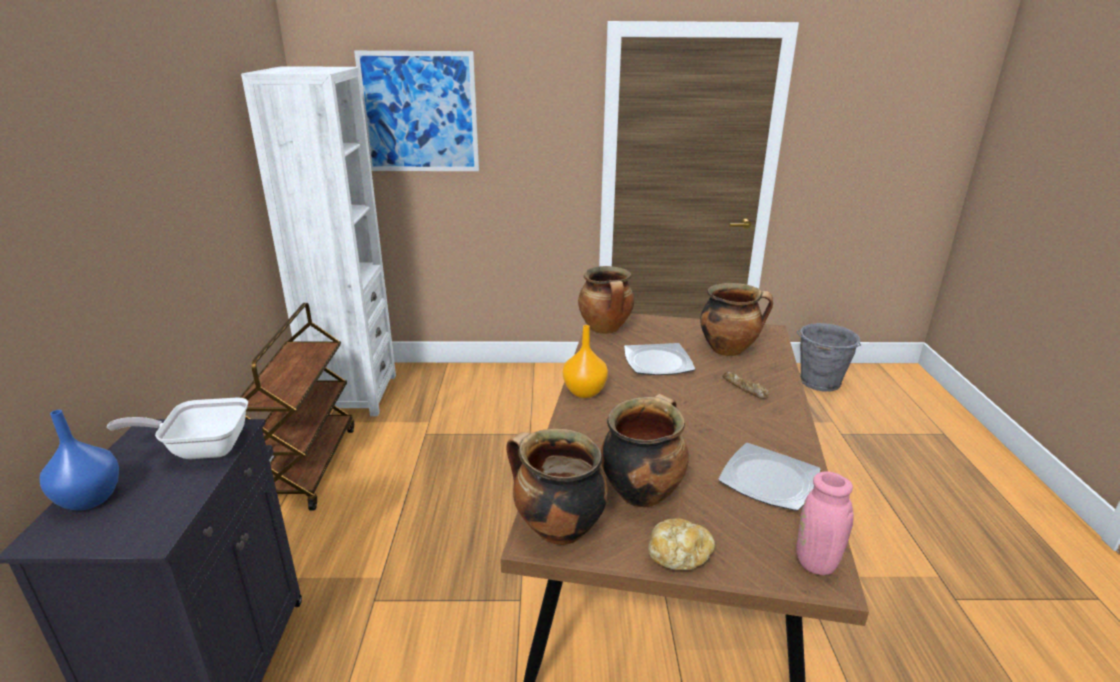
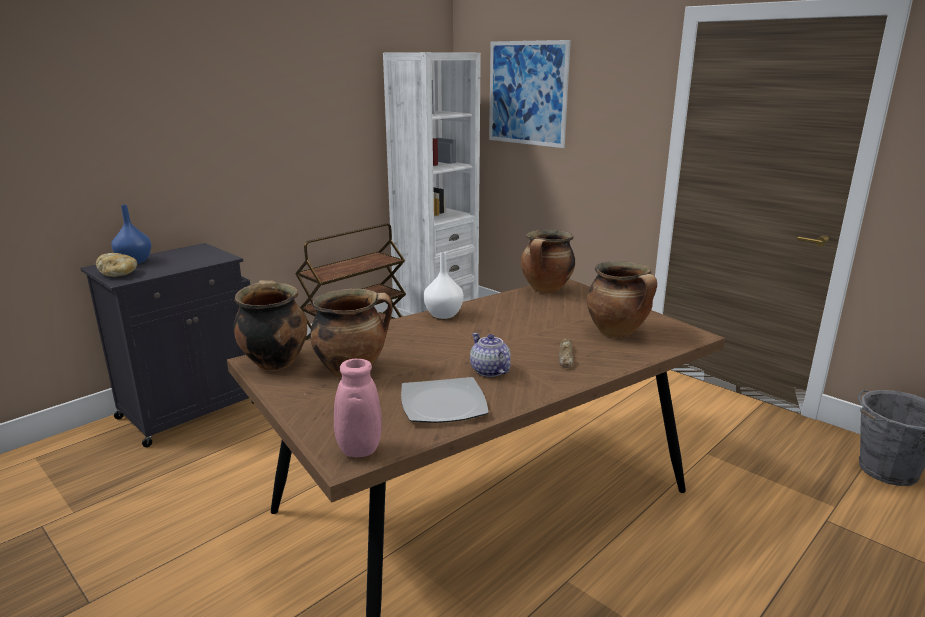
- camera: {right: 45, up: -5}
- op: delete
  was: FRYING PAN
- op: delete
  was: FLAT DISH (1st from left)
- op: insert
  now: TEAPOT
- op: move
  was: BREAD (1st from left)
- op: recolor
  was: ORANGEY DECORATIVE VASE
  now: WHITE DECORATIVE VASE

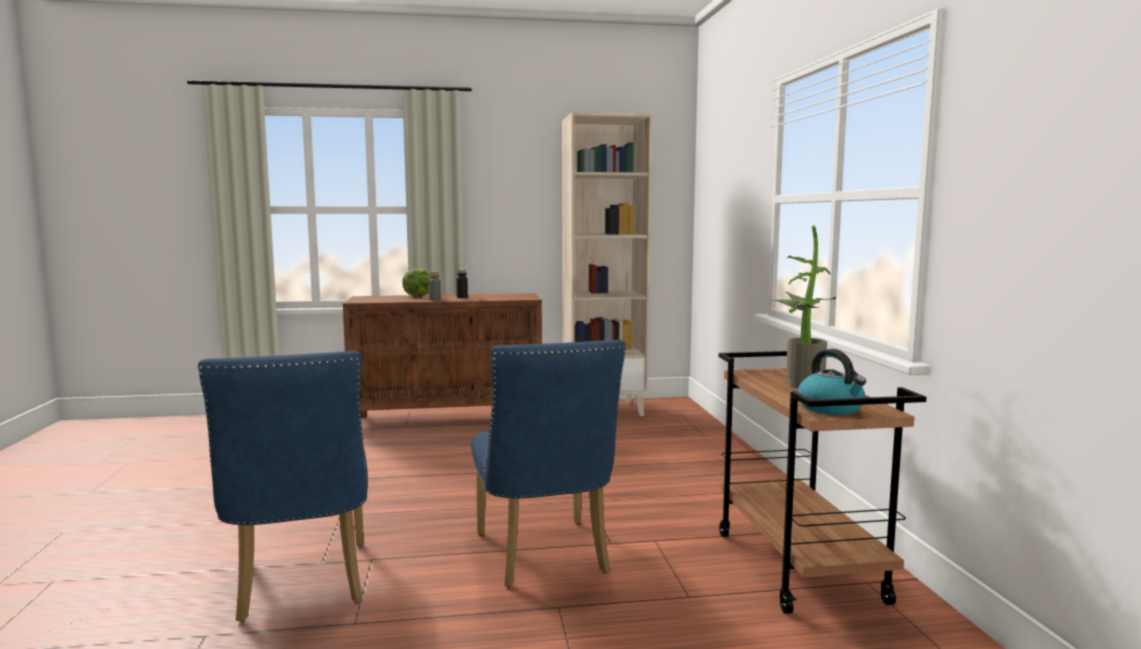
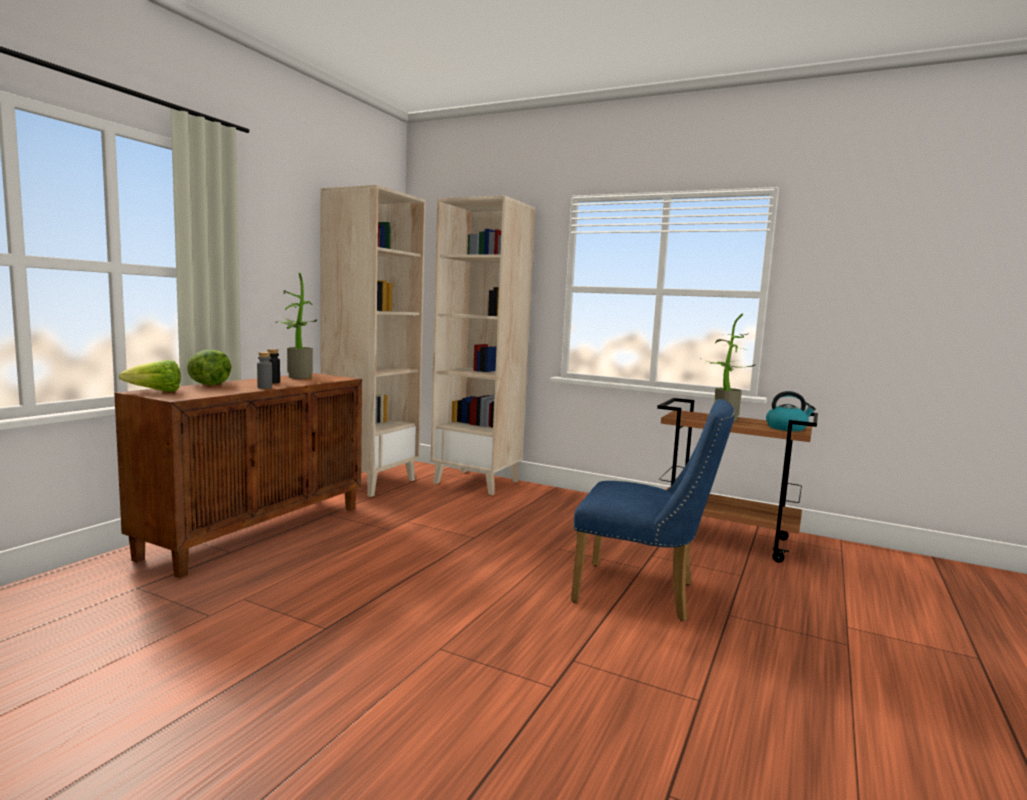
- camera: {right: -55, up: 0}
- op: delete
  was: BLUE-COLOURED PLAIN CHAIR (1st from left)
- op: insert
  now: HEAD OF LETTUCE (1st from left)
- op: insert
  now: HOUSEPLANT (1st from left)
- op: insert
  now: BEIGE-COLOURED BOOKCASE (2nd from left)

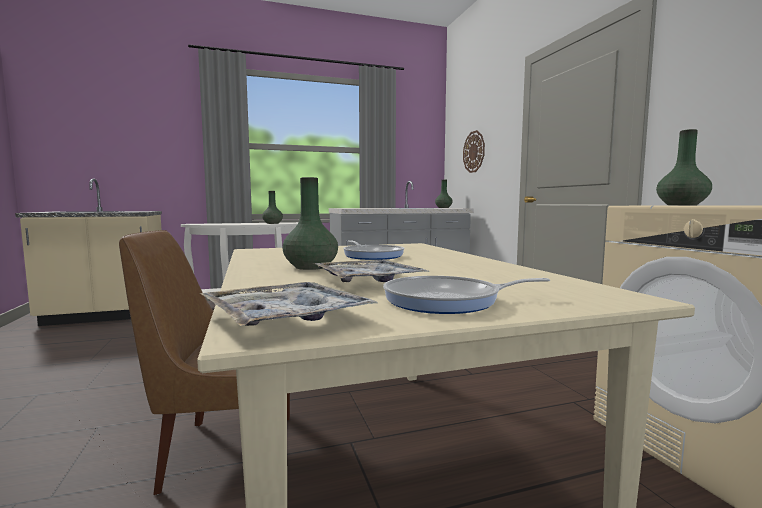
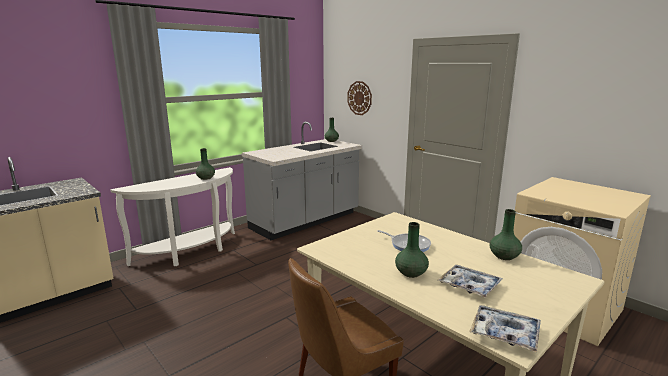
- camera: {right: -25, up: 10}
- op: delete
  was: FRYING PAN (2nd from left)
- op: move
  was: GREEN-COLOURED DECORATIVE VASE (4th from left)

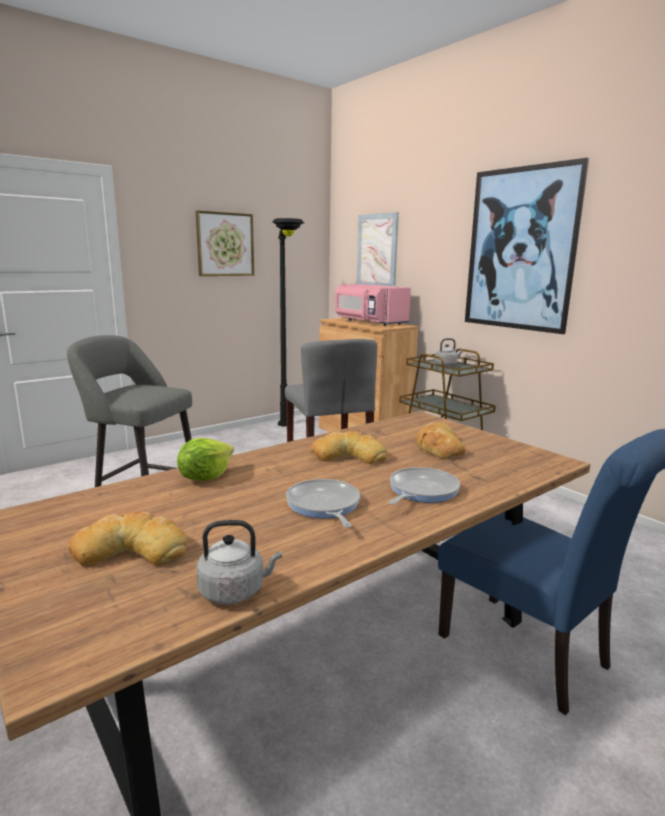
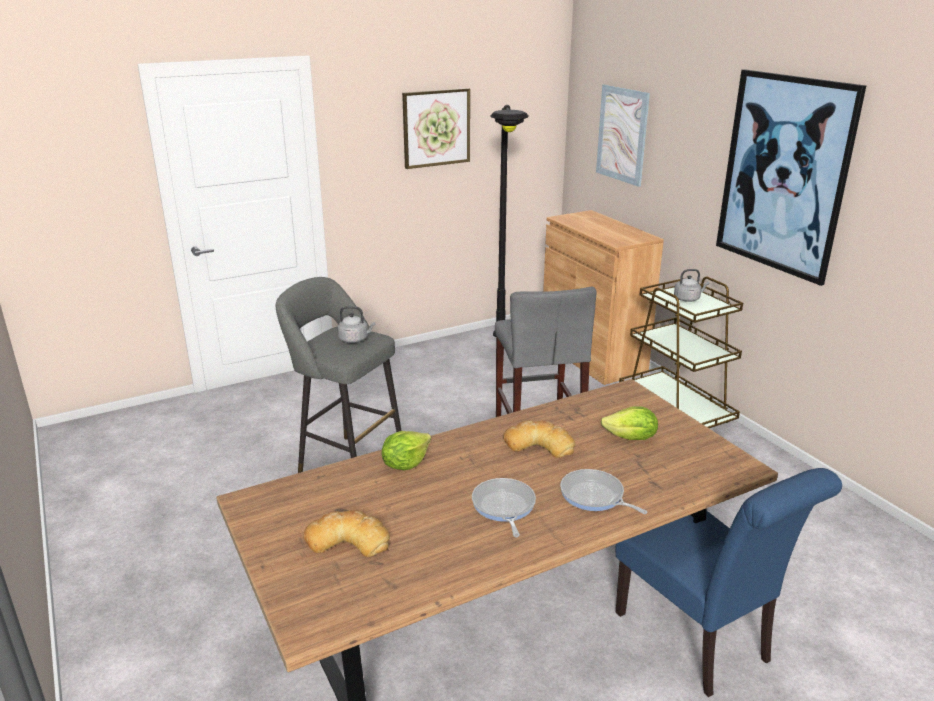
- camera: {right: 10, up: 10}
- op: delete
  was: PINK-COLOURED MICROWAVE
- op: move
  was: GRAY TEA KETTLE (1st from left)
- op: replace
  was: BREAD (3rd from left)
  now: HEAD OF LETTUCE (2nd from left)
- op: rotate
  was: FRYING PAN (2nd from left)
  clockwise: -90

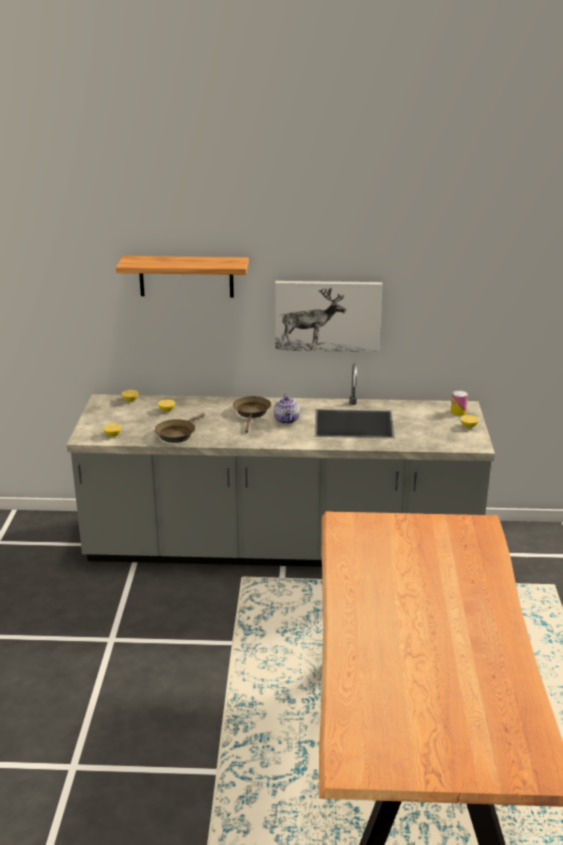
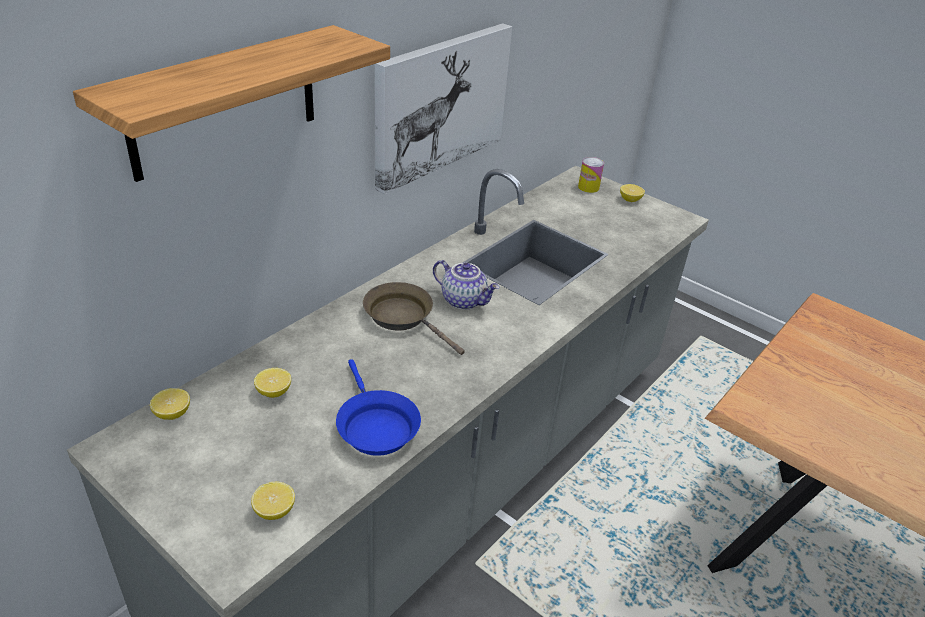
- camera: {right: -55, up: 10}
- op: recolor
  was: BROWNISH FRYING PAN (1st from left)
  now: BLUE-COLOURED FRYING PAN

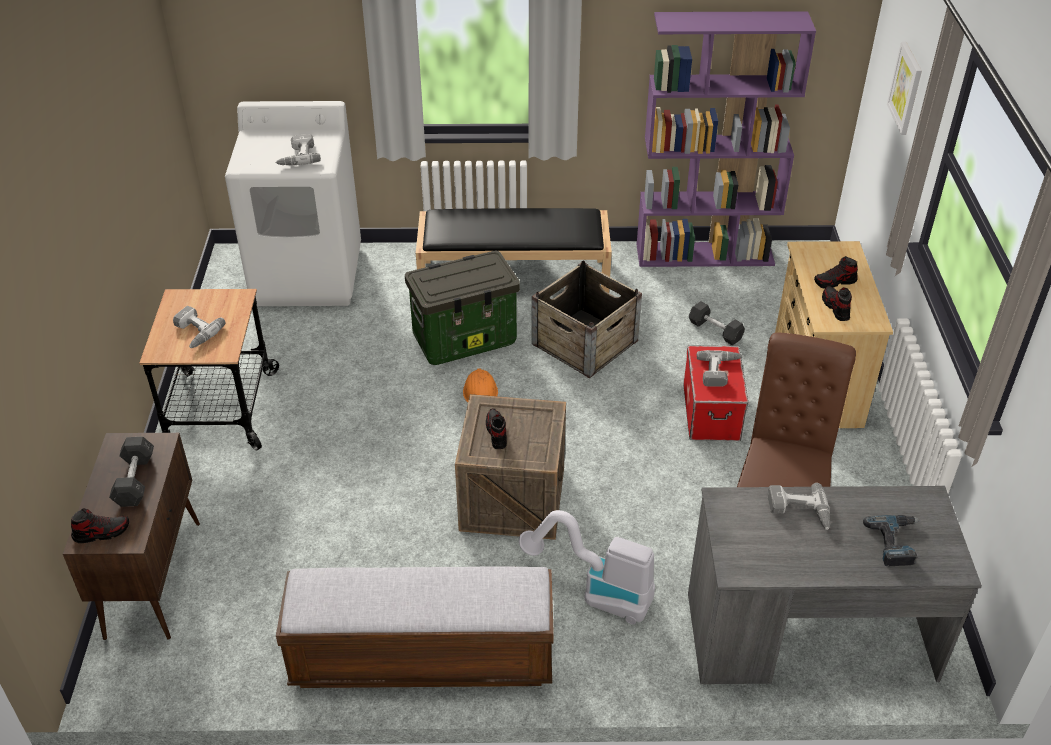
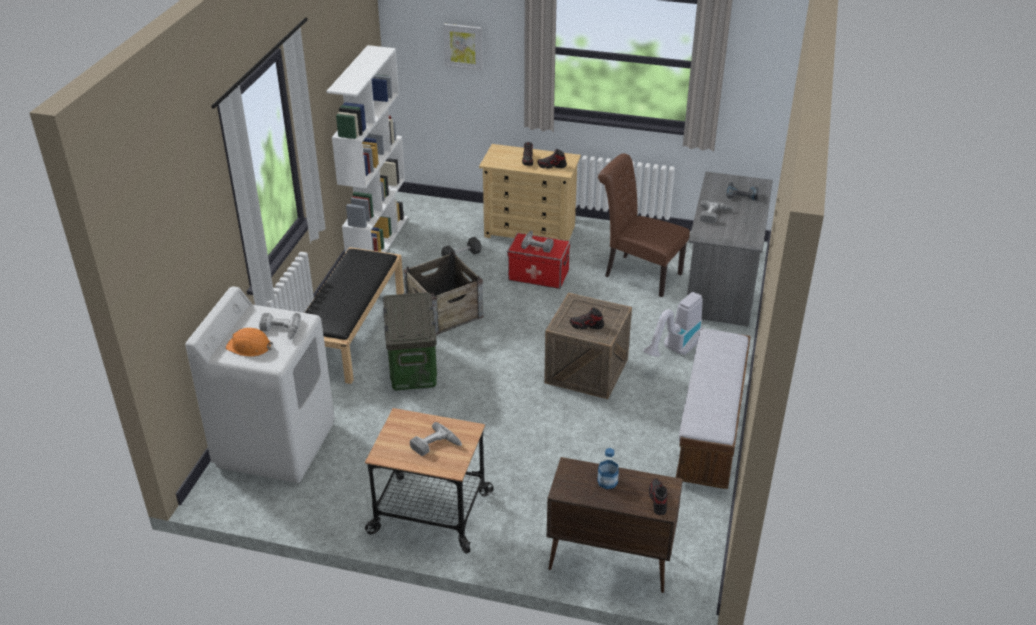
- camera: {right: -75, up: -5}
- op: move
  was: ORANGEY SAFETY HELMET
- op: replace
  was: GRAY FREE WEIGHT (1st from left)
  now: DRINK BOTTLE
- op: recolor
  was: PURPLISH BOOKCASE
  now: WHITE BOOKCASE

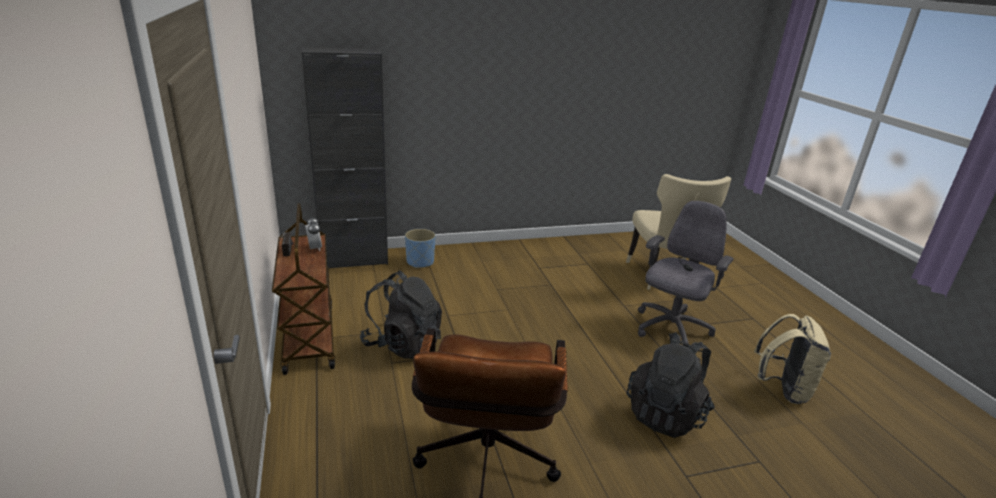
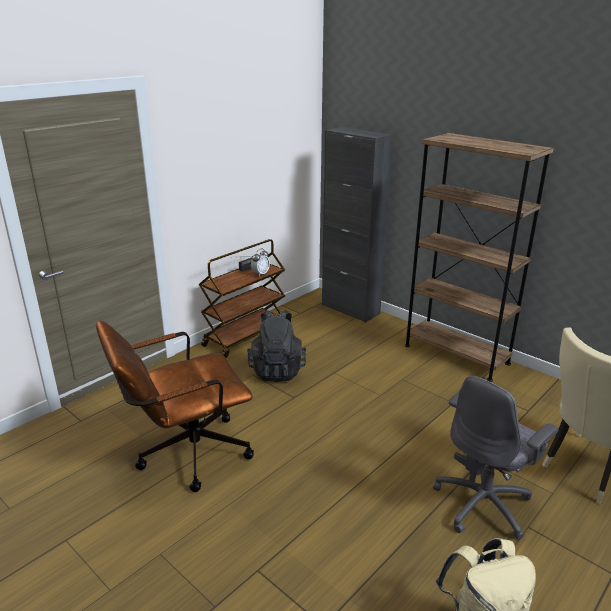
- camera: {right: 60, up: 0}
- op: delete
  was: BLUE-COLOURED PLANTER
- op: delete
  was: BLACK KNAPSACK (2nd from left)
- op: insert
  now: BROWNISH BOOKCASE
- op: rotate
  was: GRAY OFFICE CHAIR
  clockwise: 135

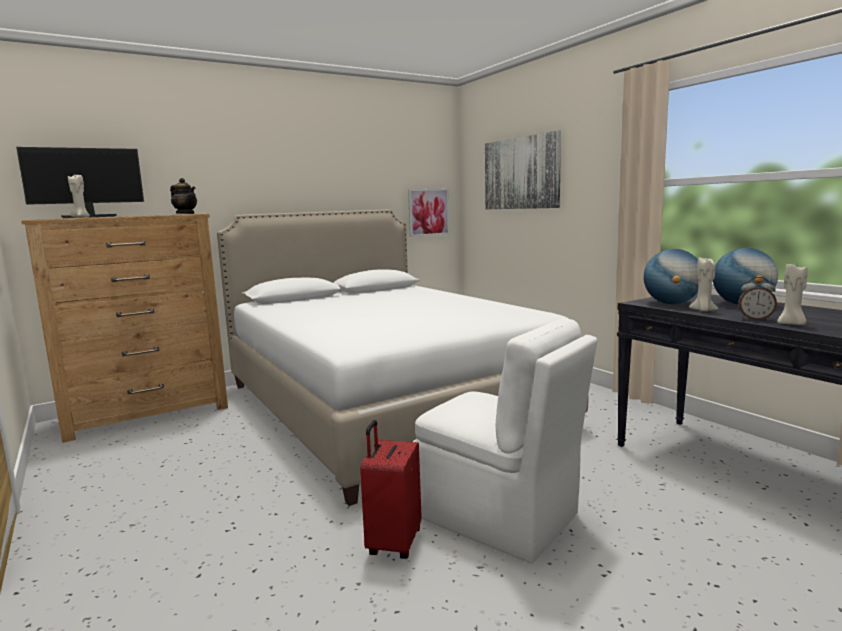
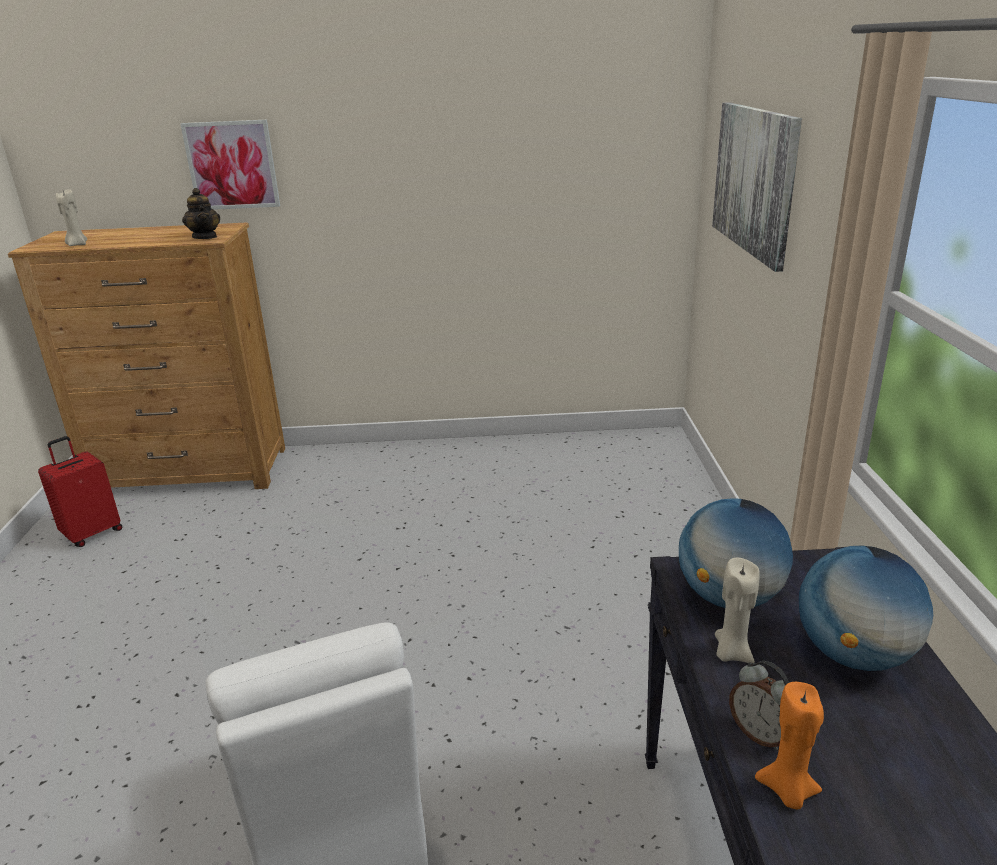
- camera: {right: 30, up: 15}
- op: delete
  was: COMPUTER DISPLAY
- op: delete
  was: WHITE BEDROOM BED
- op: move
  was: REDDISH PIECE OF LUGGAGE
- op: move
  was: PICTURE (1st from left)
- op: recolor
  was: BEIGE-COLOURED WAX LIGHT (3rd from left)
  now: ORANGEY WAX LIGHT

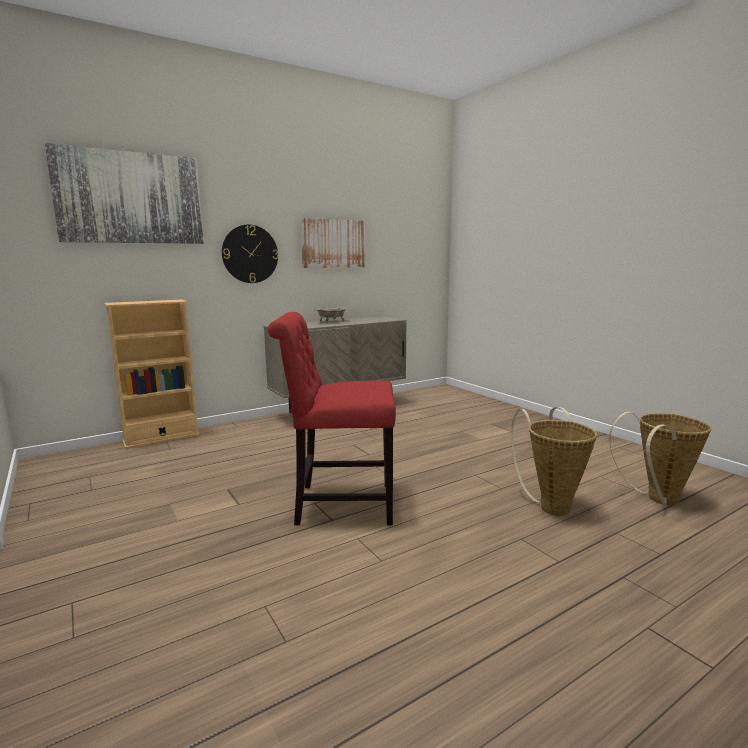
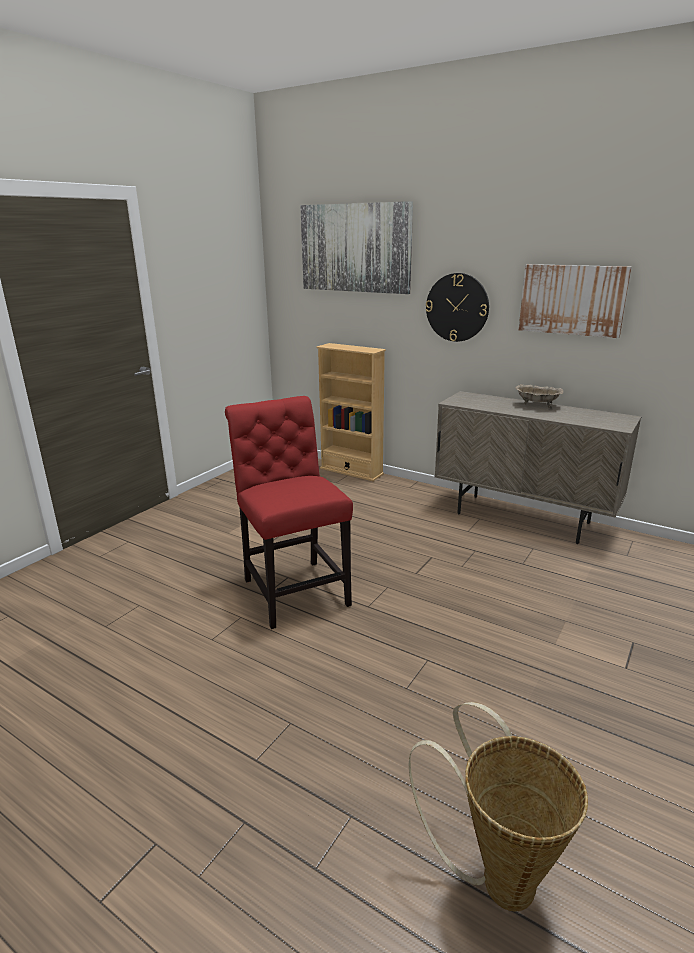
- camera: {right: 65, up: 10}
- op: delete
  was: HOUSEHOLD BASKET (1st from left)

